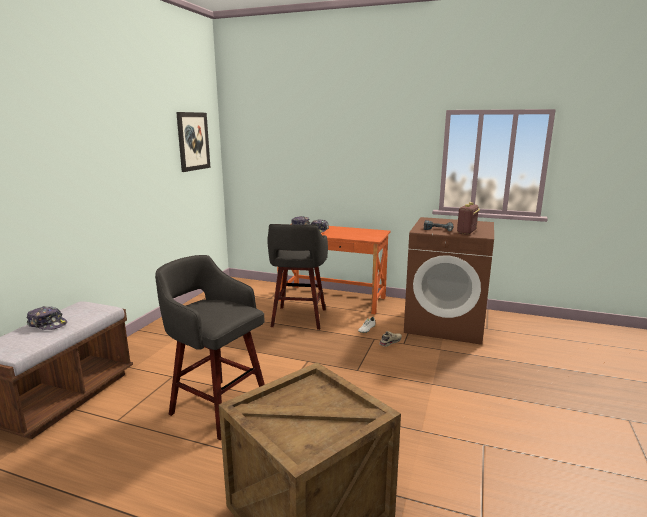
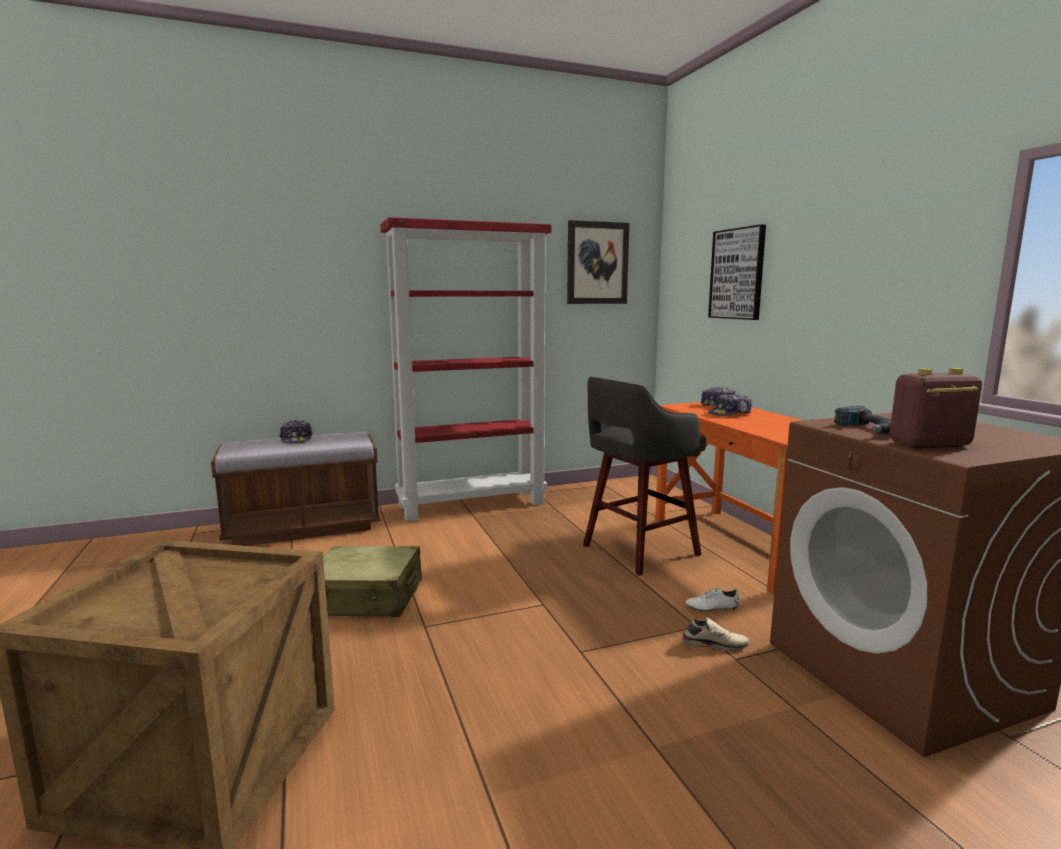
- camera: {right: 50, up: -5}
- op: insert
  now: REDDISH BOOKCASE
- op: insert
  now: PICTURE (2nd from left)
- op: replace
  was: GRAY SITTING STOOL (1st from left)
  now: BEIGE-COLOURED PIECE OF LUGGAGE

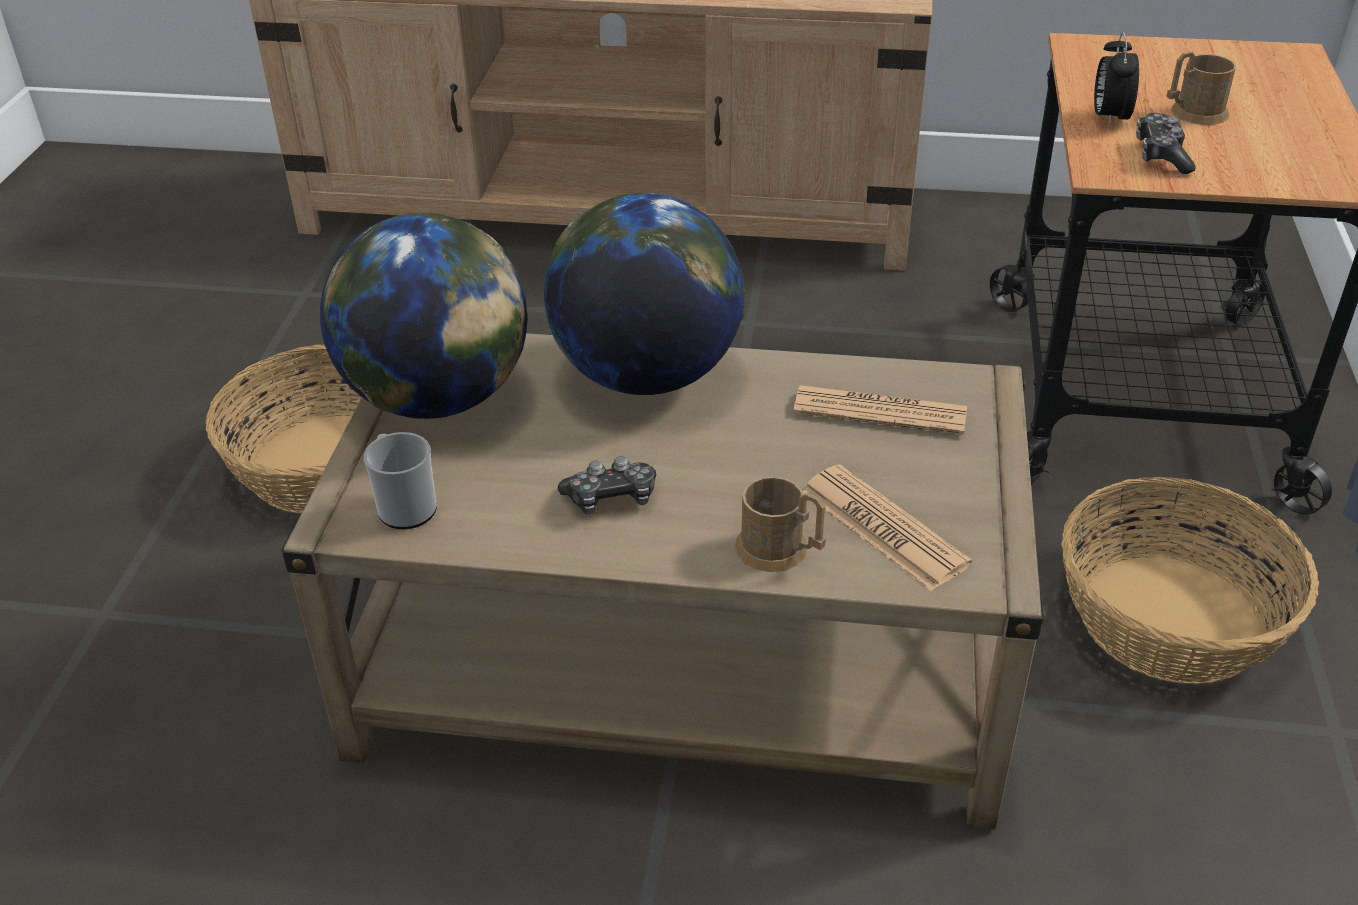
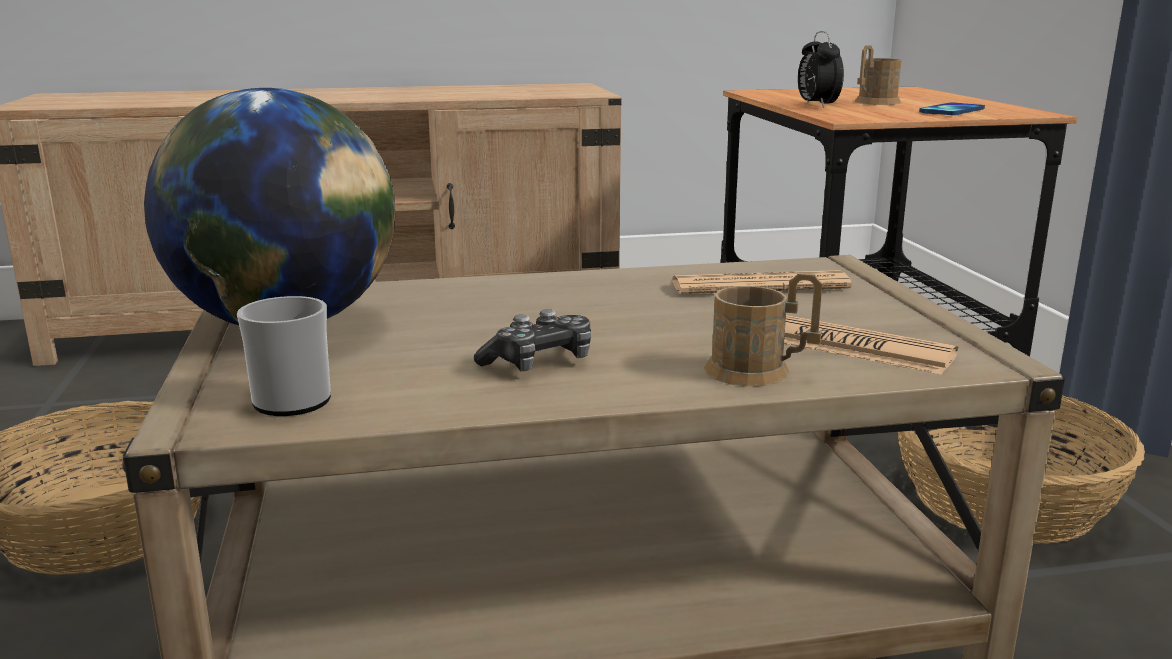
- camera: {right: -20, up: -20}
- op: delete
  was: DESK GLOBE (2nd from left)
- op: delete
  was: GAME CONTROLLER (2nd from left)
- op: insert
  now: PHONE

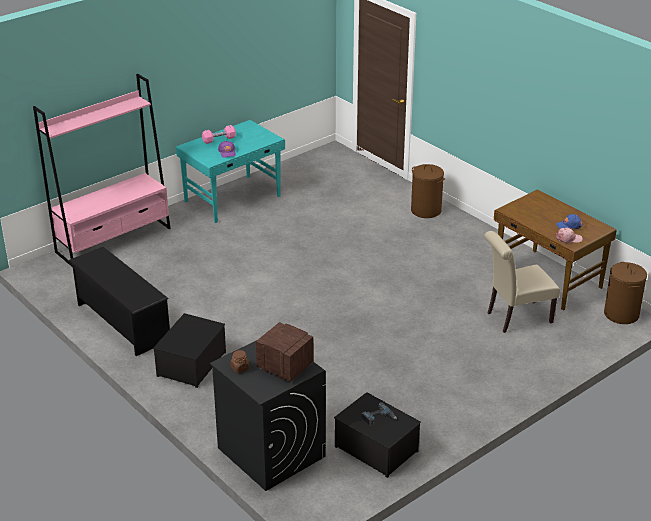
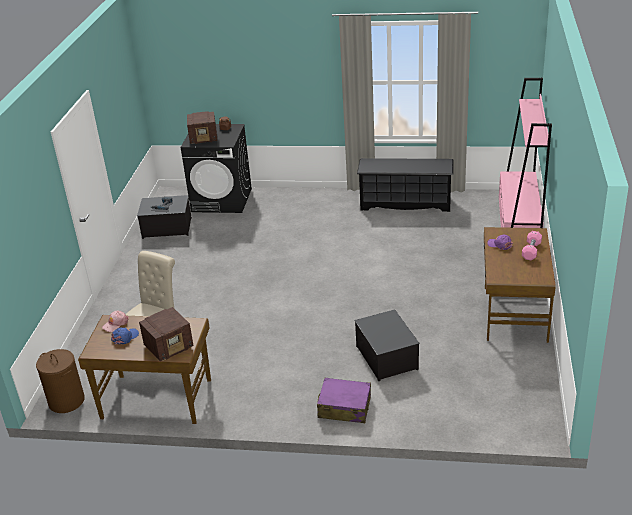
- camera: {right: 140, up: 0}
- op: insert
  now: RADIO RECEIVER (1st from left)
- op: move
  was: STORAGE CONTAINER (1st from left in the first image)
  now: STORAGE CONTAINER (2nd from left)
- op: replace
  was: BROWNISH WASHING BASKET (1st from left)
  now: PURPLISH PIECE OF LUGGAGE
- op: recolor
  was: BLUE-GREEN DESK UNIT
  now: BROWNISH DESK UNIT (2nd from left)

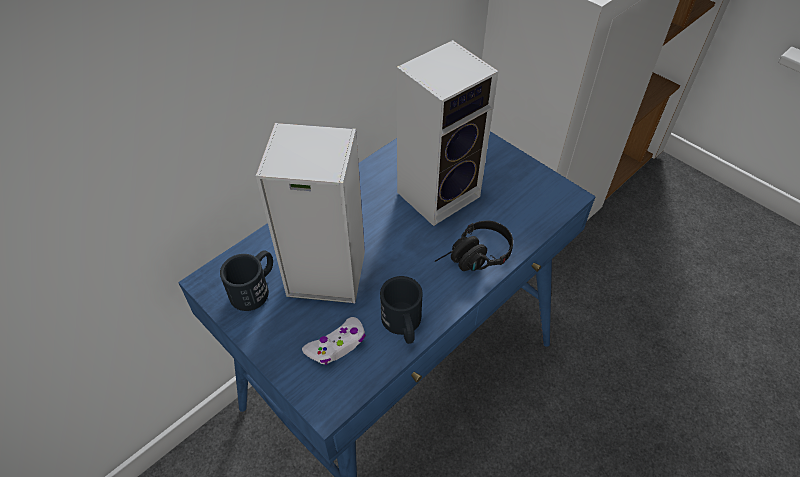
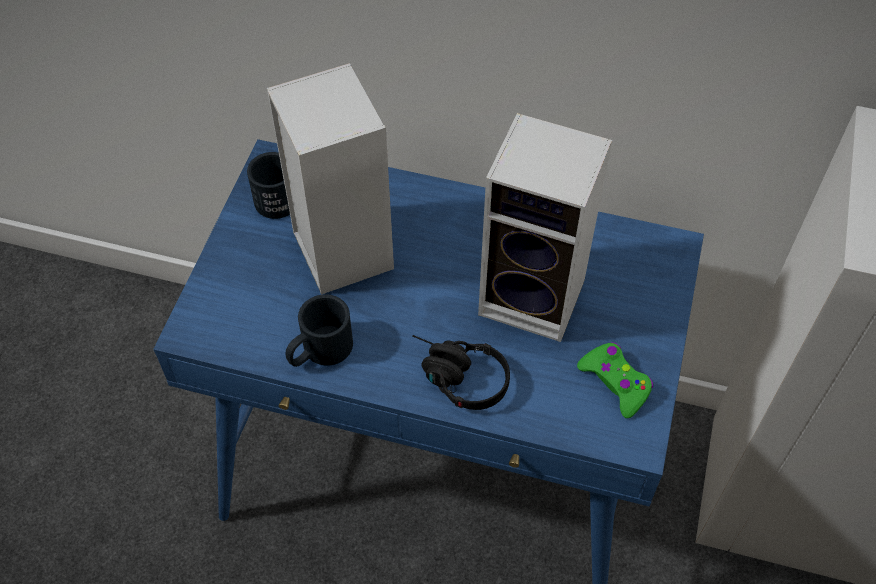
- camera: {right: 60, up: 5}
- op: delete
  was: WHITE GAME CONTROLLER
- op: insert
  now: GREEN-COLOURED GAME CONTROLLER

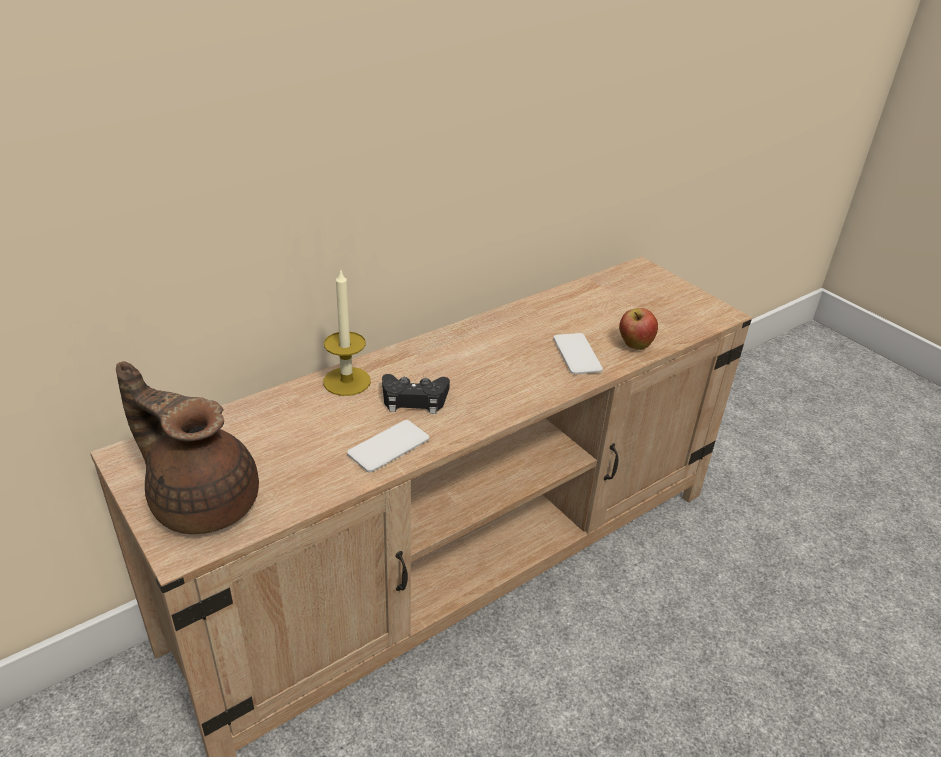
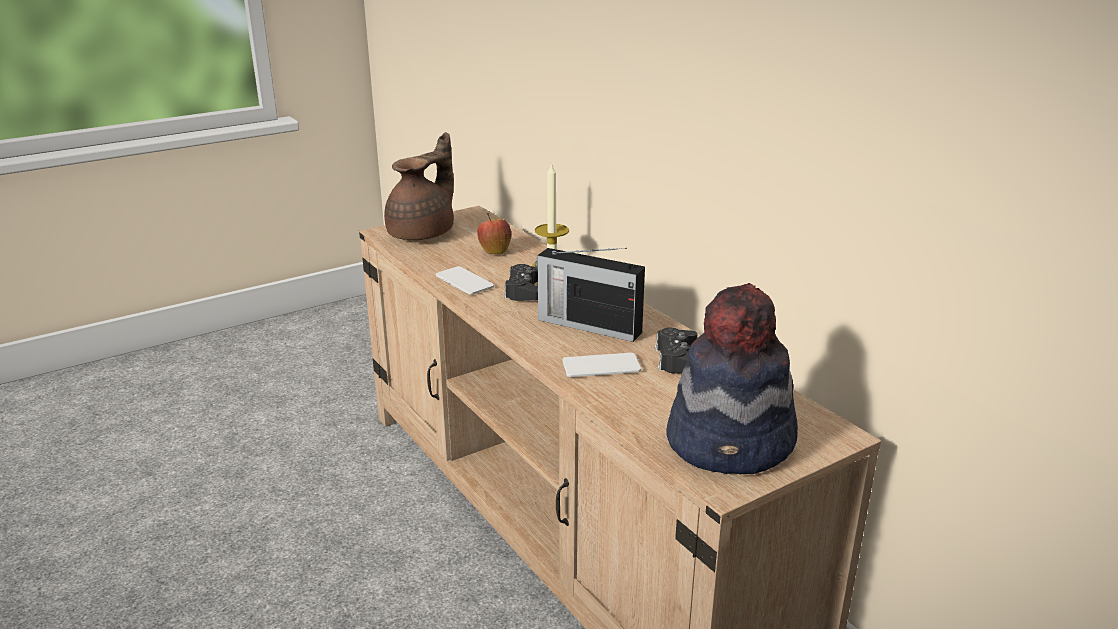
- camera: {right: 95, up: -10}
- op: insert
  now: RADIO RECEIVER
- op: insert
  now: BLACK GAME CONTROLLER (2nd from left)
- op: insert
  now: HAT
- op: move
  was: APPLE FRUIT

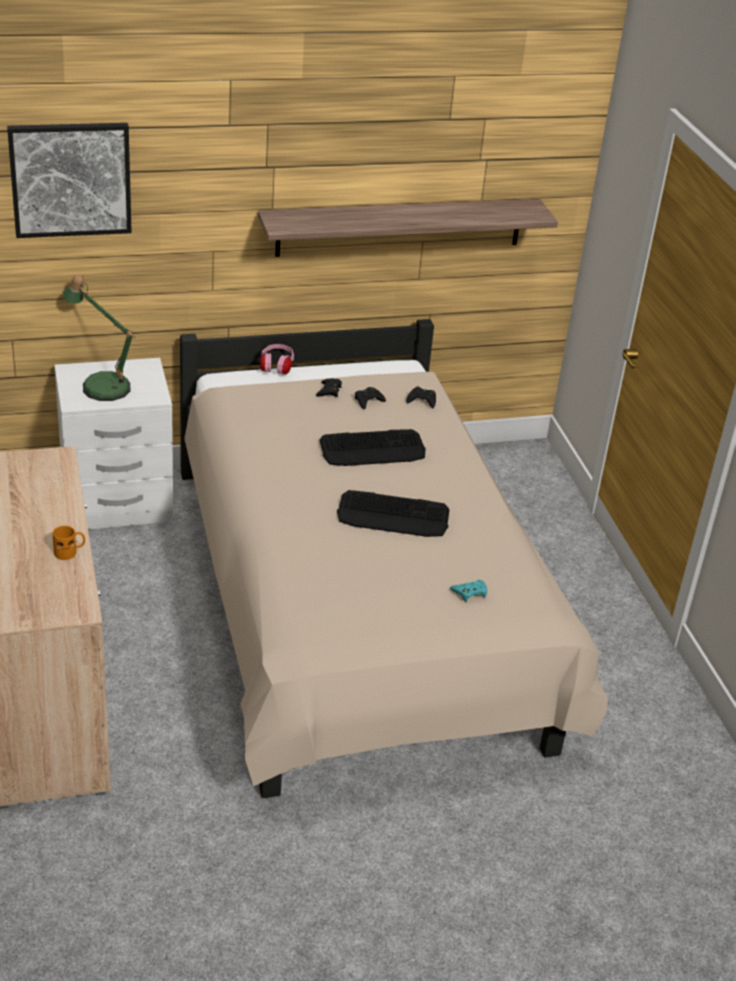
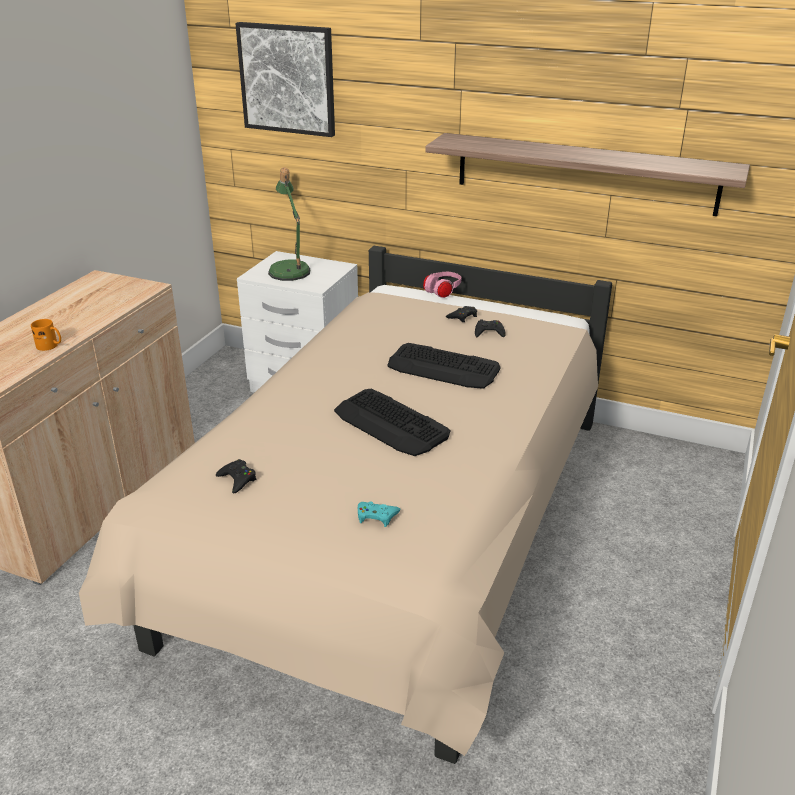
- camera: {right: 40, up: -5}
- op: move
  was: BLACK GAME CONTROLLER (3rd from left in the first image)
  now: BLACK GAME CONTROLLER (1st from left)

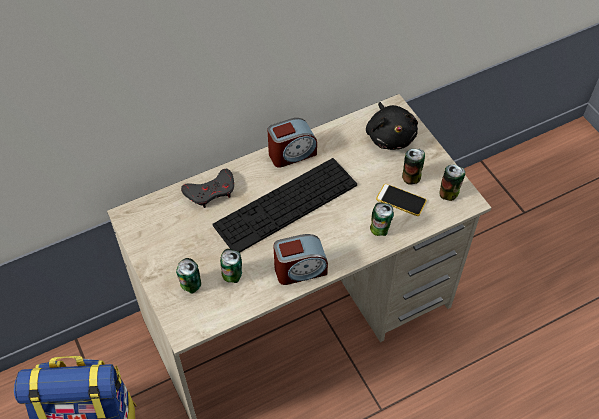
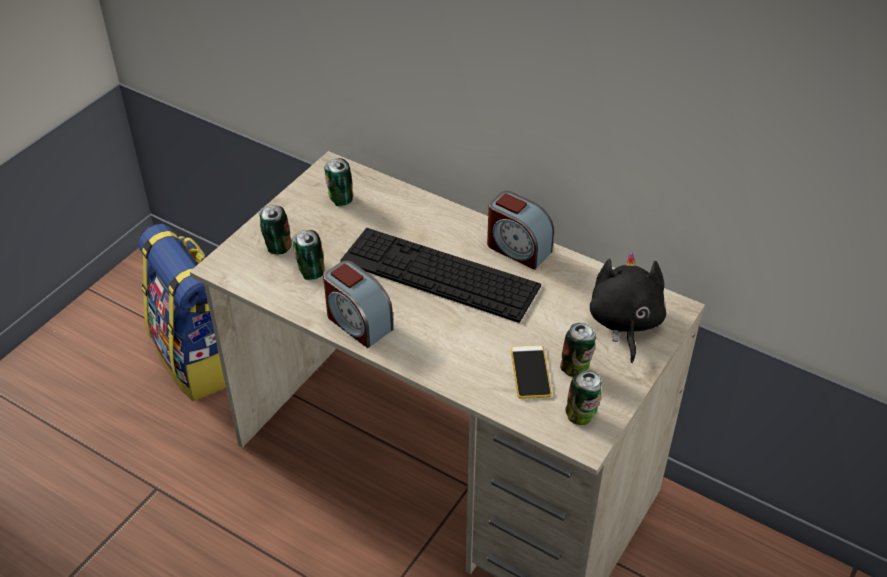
- camera: {right: 60, up: -10}
- op: delete
  was: GRAY GAME CONTROLLER
- op: move
  was: METAL CAN (3rd from left)
- op: rotate
  was: BLACK CUDDLY TOY
  clockwise: 135

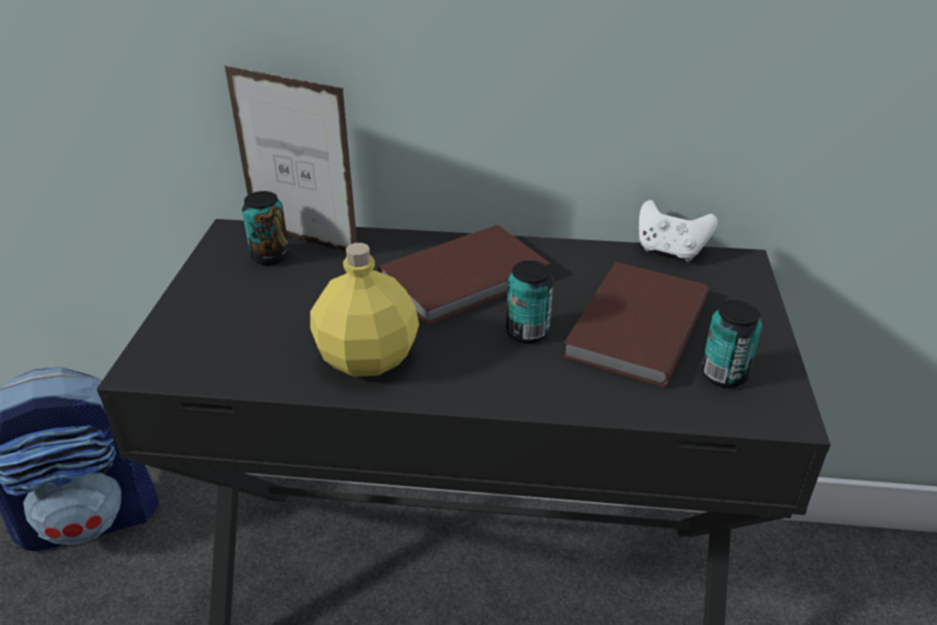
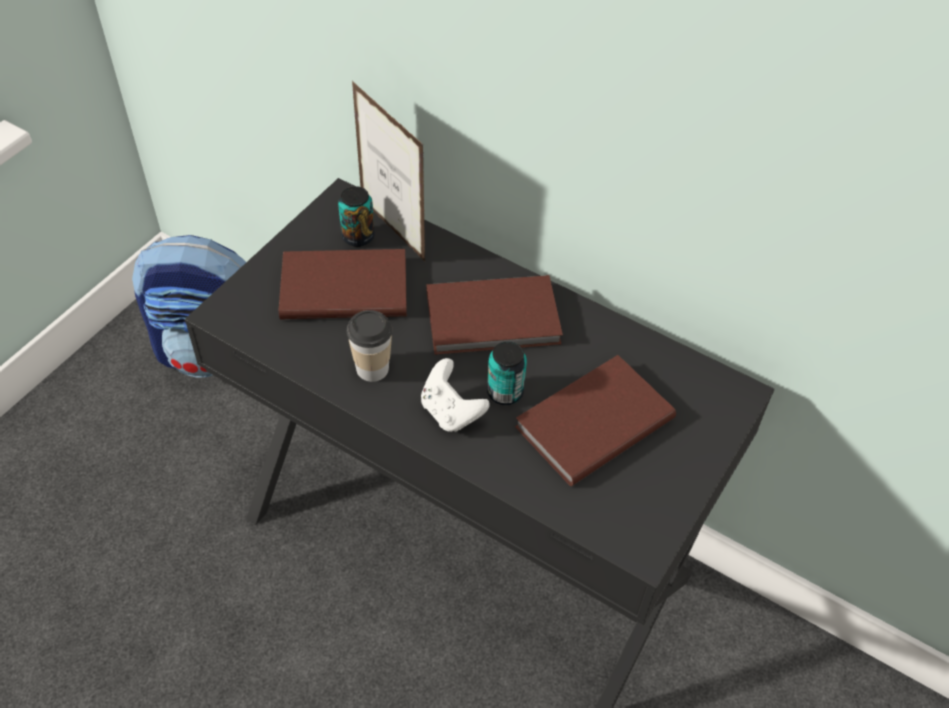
- camera: {right: 25, up: 15}
- op: delete
  was: METAL CAN (3rd from left)
- op: insert
  now: BROWNISH BOOK (1st from left)
- op: move
  was: WHITE GAME CONTROLLER
- op: replace
  was: YELLOW DRINK BOTTLE
  now: DRINKING CUP

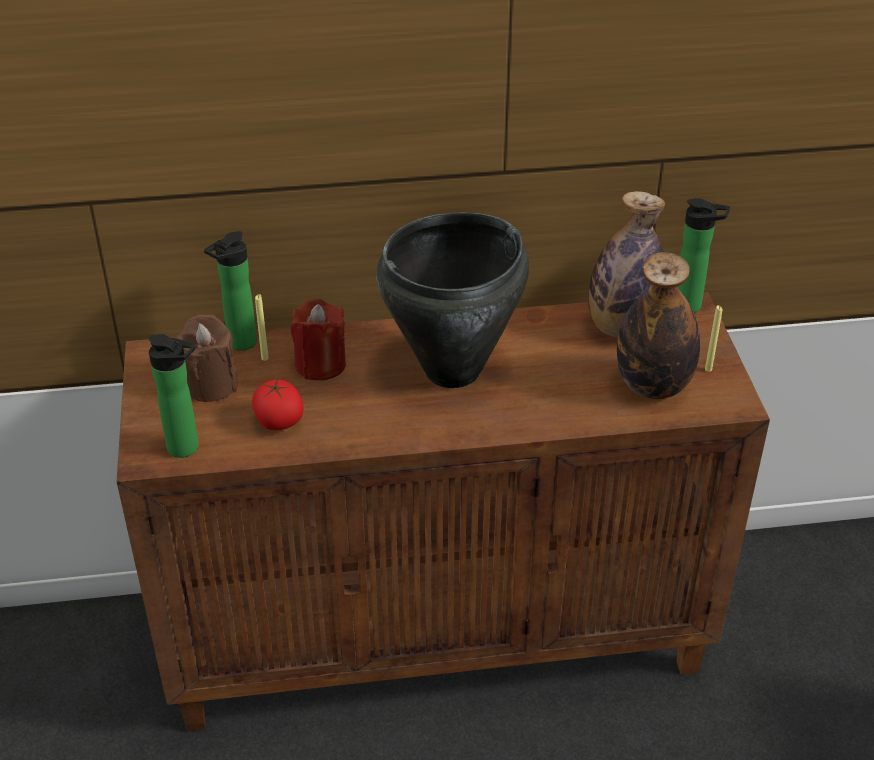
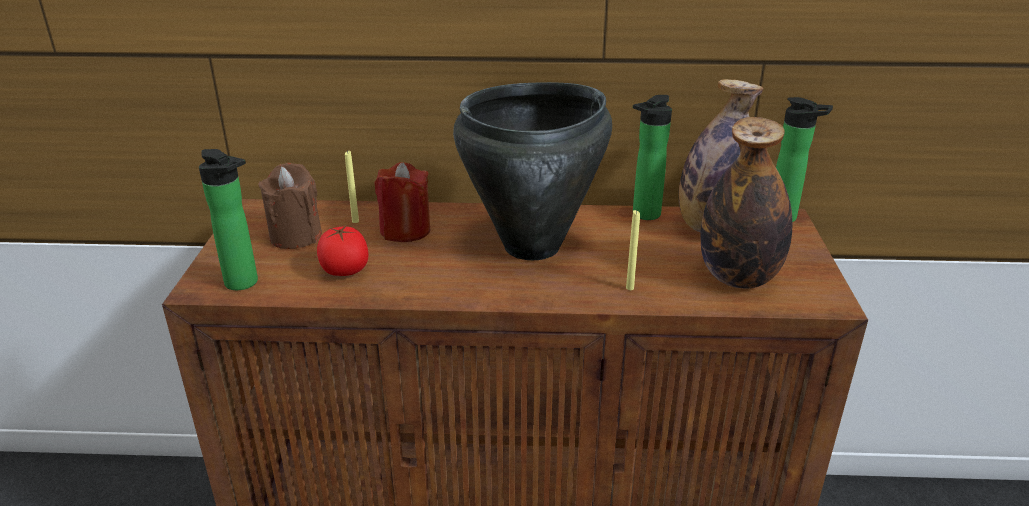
- camera: {right: 10, up: -10}
- op: move
  was: DRINK BOTTLE (2nd from left)
- op: move
  was: YELLOW WAX LIGHT (2nd from left)

